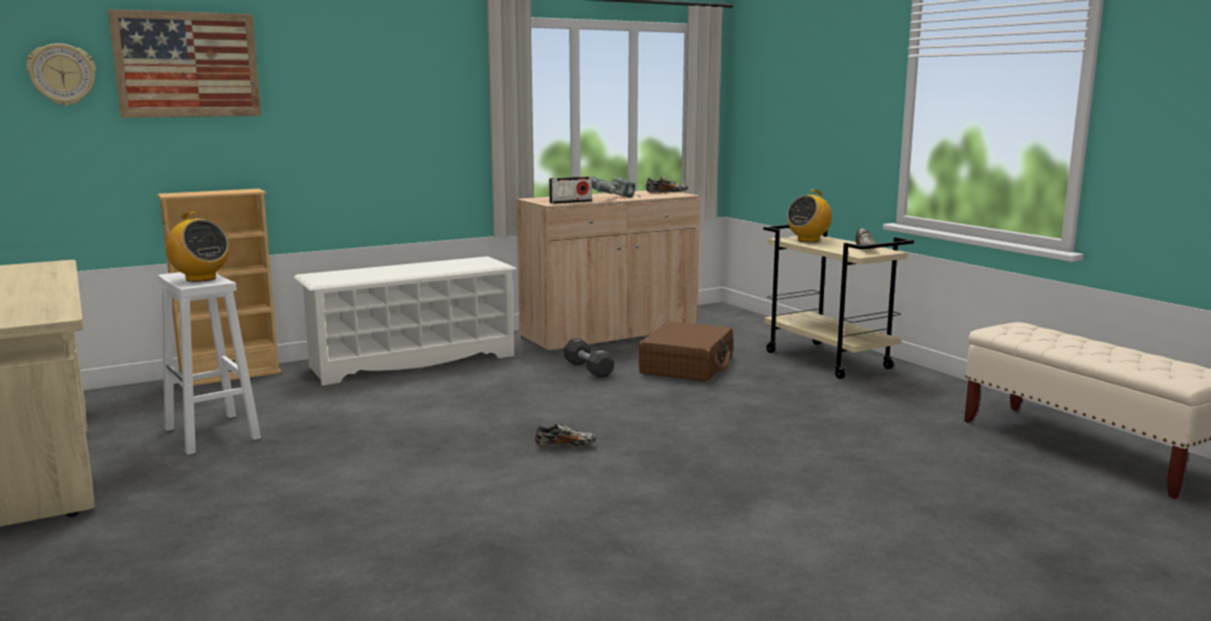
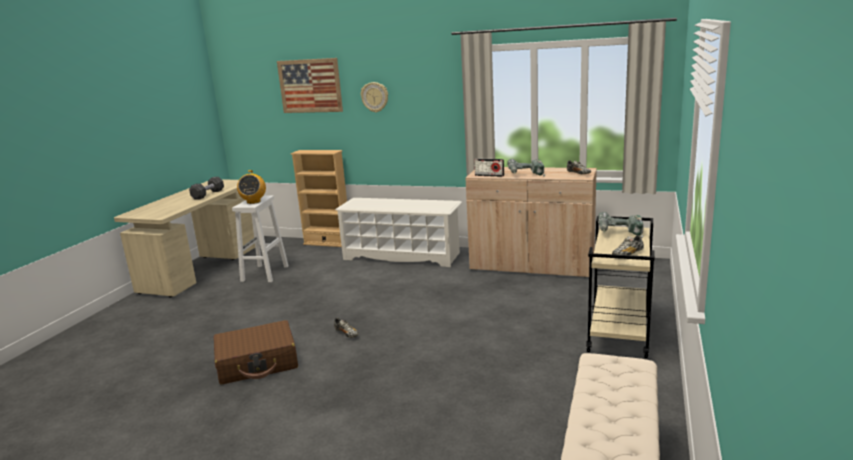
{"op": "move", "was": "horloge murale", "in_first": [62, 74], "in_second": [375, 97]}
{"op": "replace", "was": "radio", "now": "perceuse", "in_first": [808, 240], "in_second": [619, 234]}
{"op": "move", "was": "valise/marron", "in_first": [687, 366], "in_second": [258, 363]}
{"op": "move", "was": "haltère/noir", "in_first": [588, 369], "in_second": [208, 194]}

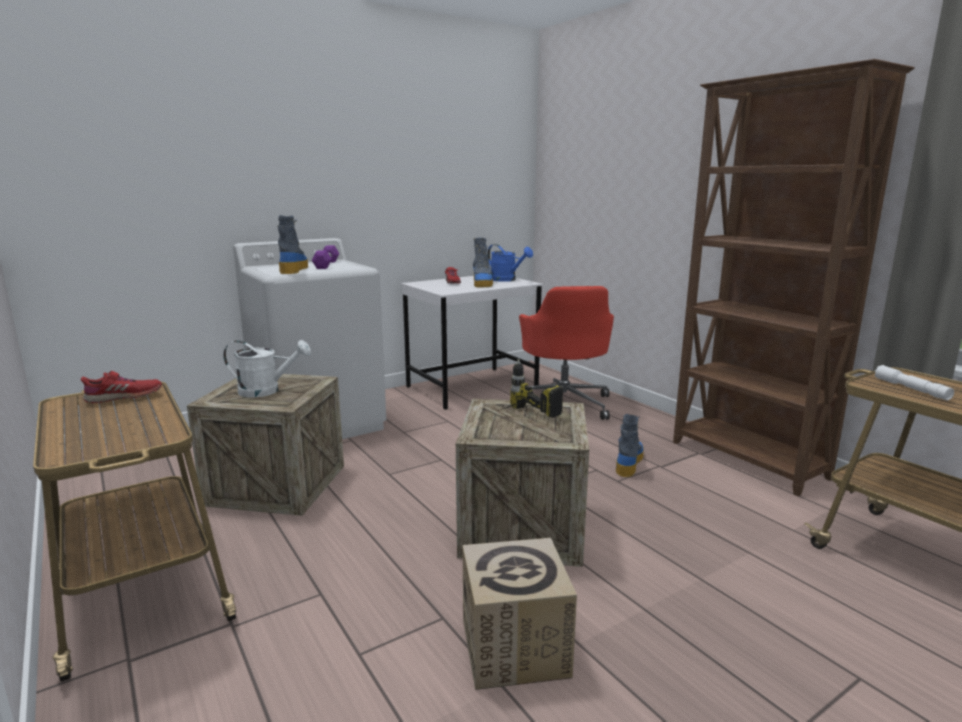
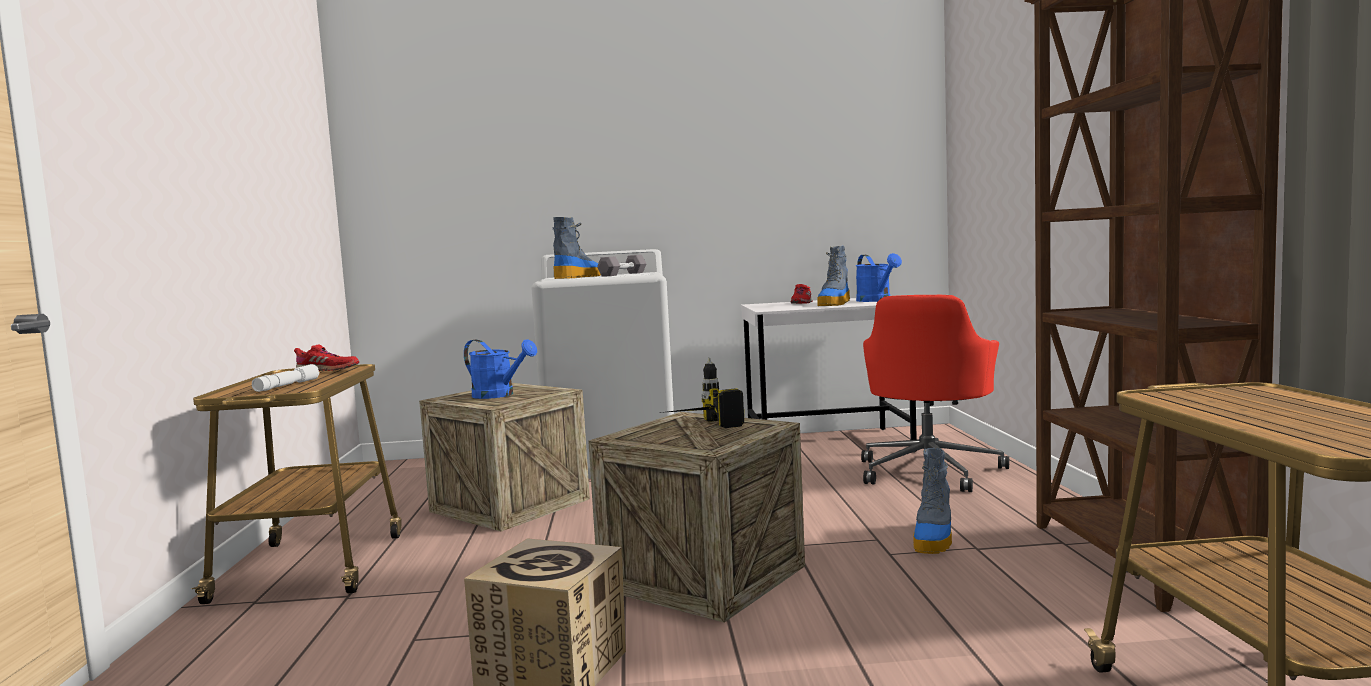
{"op": "recolor", "was": "haltère/violet", "now": "haltère/gris", "in_first": [326, 264], "in_second": [623, 274]}
{"op": "recolor", "was": "arrosoir/blanc", "now": "arrosoir/bleu", "in_first": [267, 391], "in_second": [499, 395]}
{"op": "move", "was": "lampe de poche/blanc", "in_first": [911, 389], "in_second": [287, 386]}
{"op": "rotate", "was": "botte", "in_first": [628, 462], "in_second": [934, 538], "clockwise": 150}

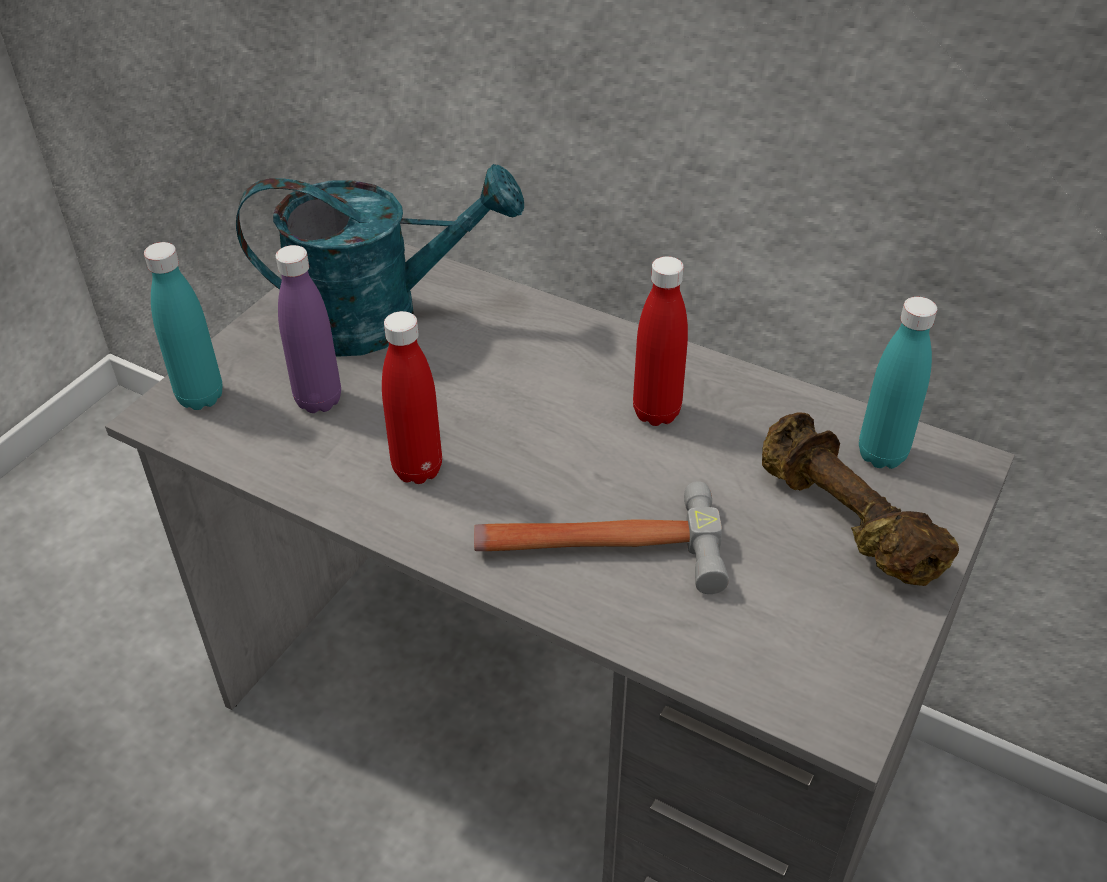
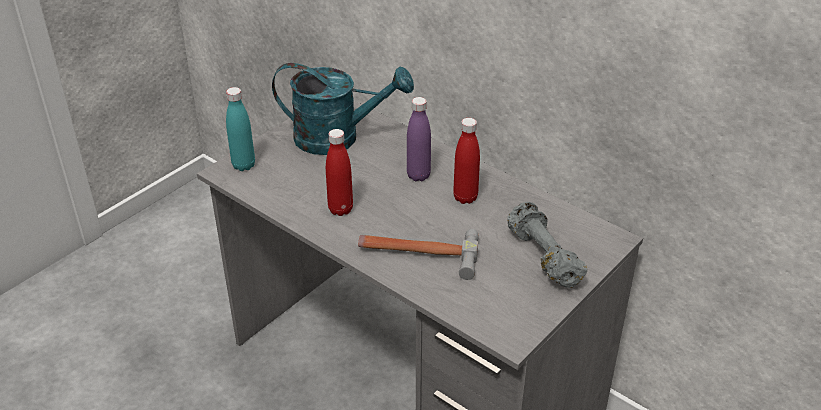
{"op": "move", "was": "bouteille/violet", "in_first": [318, 400], "in_second": [418, 175]}
{"op": "delete", "was": "bouteille/turquoise", "in_first": [881, 454]}
{"op": "recolor", "was": "haltère/marron", "now": "haltère/gris", "in_first": [842, 521], "in_second": [542, 257]}

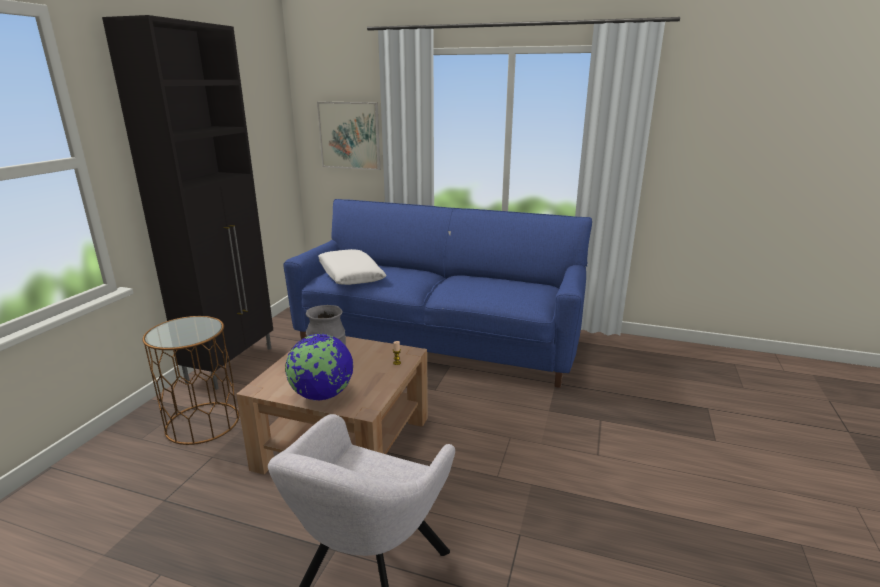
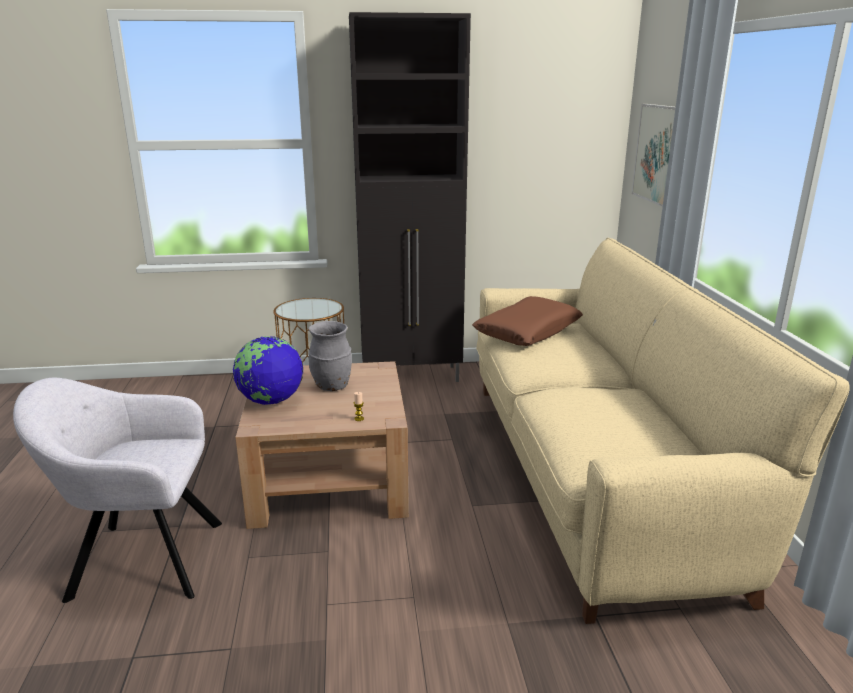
{"op": "recolor", "was": "canapé/bleu", "now": "canapé/beige", "in_first": [437, 342], "in_second": [589, 474]}
{"op": "recolor", "was": "coussin/blanc", "now": "coussin/marron", "in_first": [350, 275], "in_second": [527, 332]}

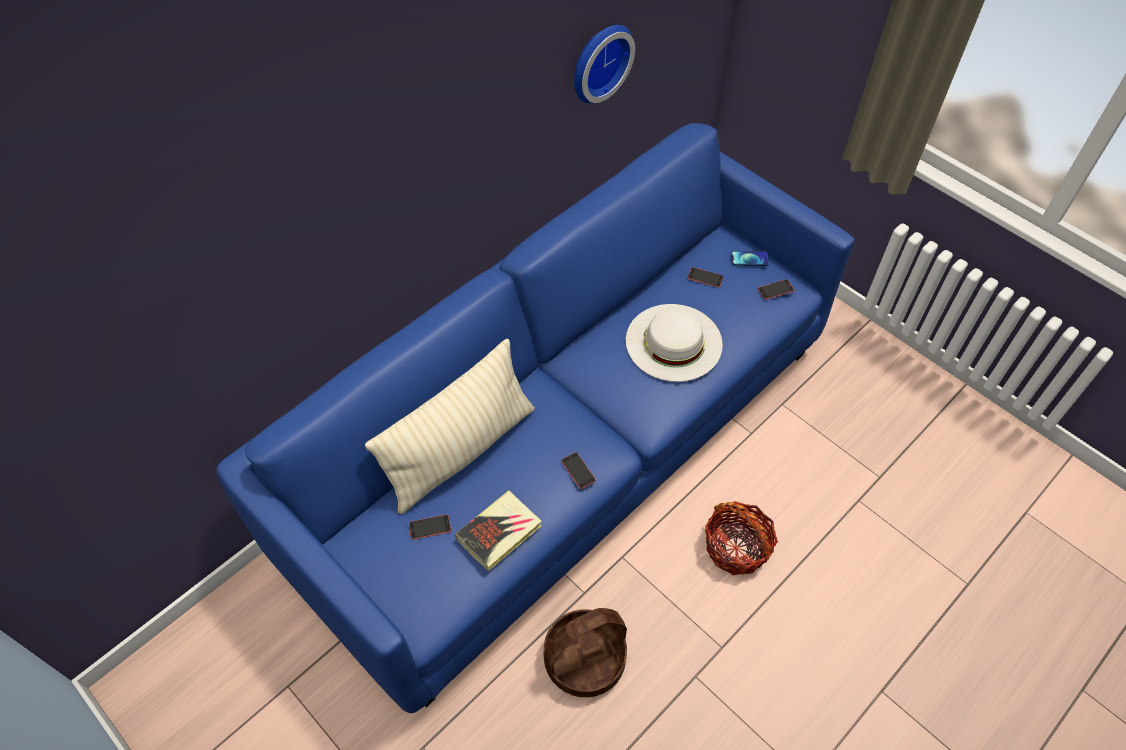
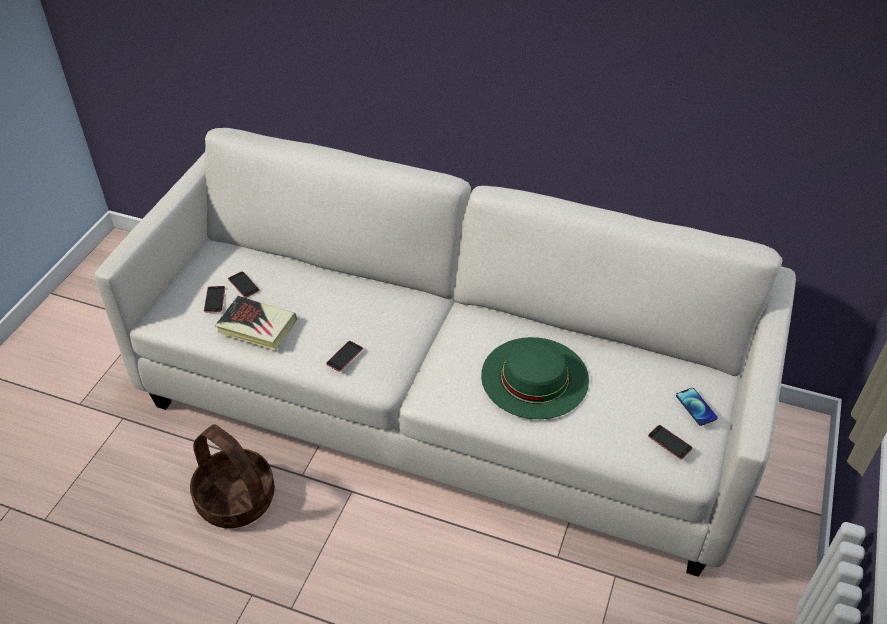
{"op": "delete", "was": "horloge murale", "in_first": [598, 61]}
{"op": "recolor", "was": "canapé/bleu", "now": "canapé/blanc", "in_first": [562, 447], "in_second": [444, 404]}
{"op": "move", "was": "téléphone", "in_first": [705, 277], "in_second": [214, 299]}
{"op": "recolor", "was": "chapeau/blanc", "now": "chapeau/vert", "in_first": [673, 342], "in_second": [534, 377]}
{"op": "delete", "was": "coussin/beige", "in_first": [460, 451]}
{"op": "delete", "was": "panier", "in_first": [736, 547]}

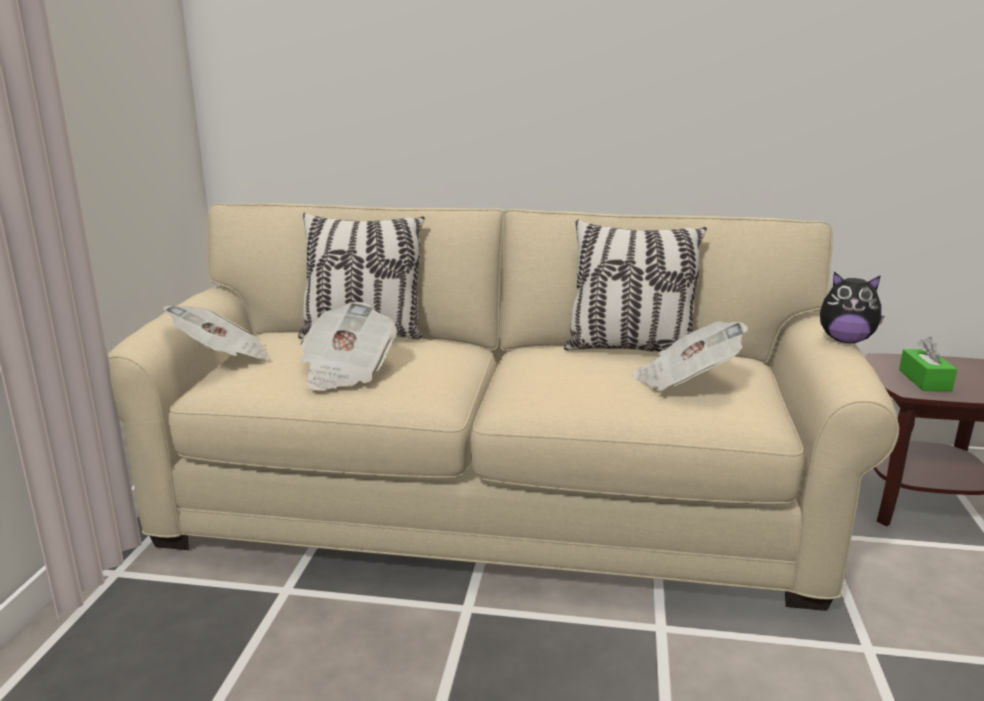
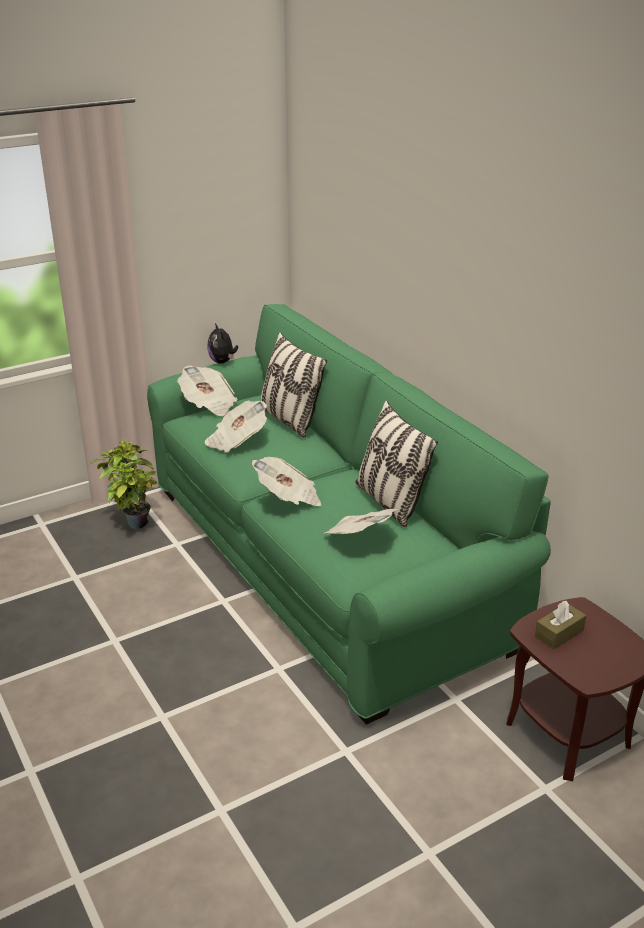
{"op": "recolor", "was": "canapé/beige", "now": "canapé/vert", "in_first": [492, 505], "in_second": [322, 563]}
{"op": "move", "was": "peluche", "in_first": [845, 340], "in_second": [223, 362]}
{"op": "recolor", "was": "boîte à mouchoirs/vert", "now": "boîte à mouchoirs/marron", "in_first": [924, 380], "in_second": [559, 633]}
{"op": "insert", "now": "plante en pot", "in_second": [132, 522]}
{"op": "insert", "now": "journal", "in_second": [288, 498]}

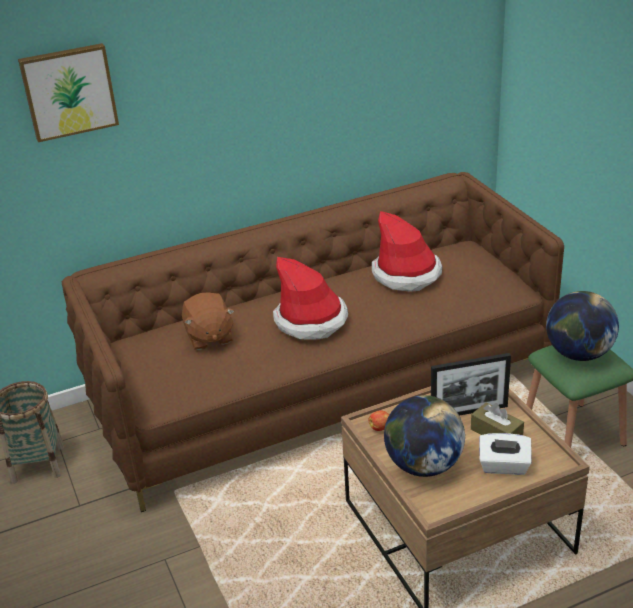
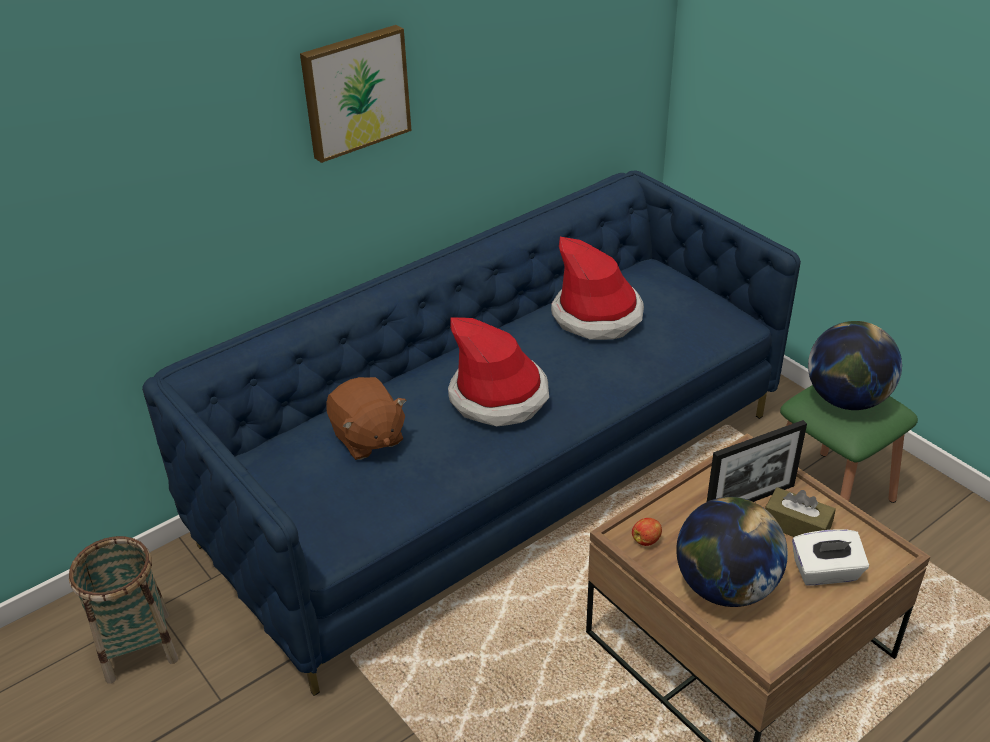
{"op": "move", "was": "tableau", "in_first": [69, 91], "in_second": [354, 91]}
{"op": "recolor", "was": "canapé/marron", "now": "canapé/bleu", "in_first": [322, 388], "in_second": [497, 475]}

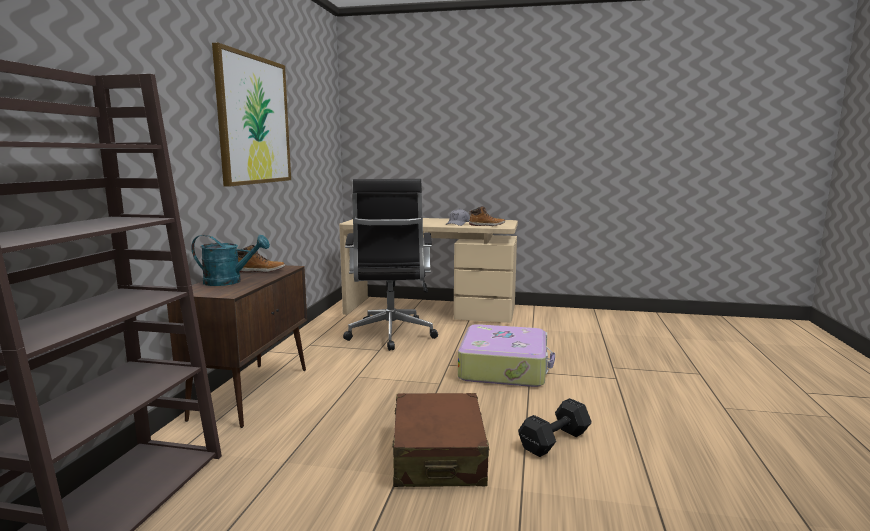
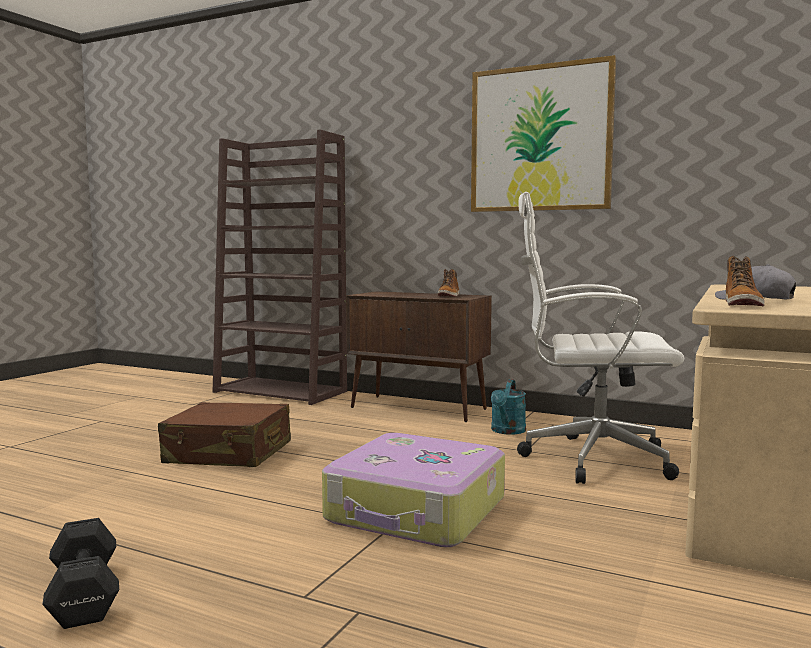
{"op": "recolor", "was": "chaise de bureau/noir", "now": "chaise de bureau/blanc", "in_first": [391, 336], "in_second": [589, 459]}
{"op": "move", "was": "arrosoir/turquoise", "in_first": [229, 282], "in_second": [507, 431]}
{"op": "move", "was": "haltère/noir", "in_first": [556, 440], "in_second": [83, 596]}

